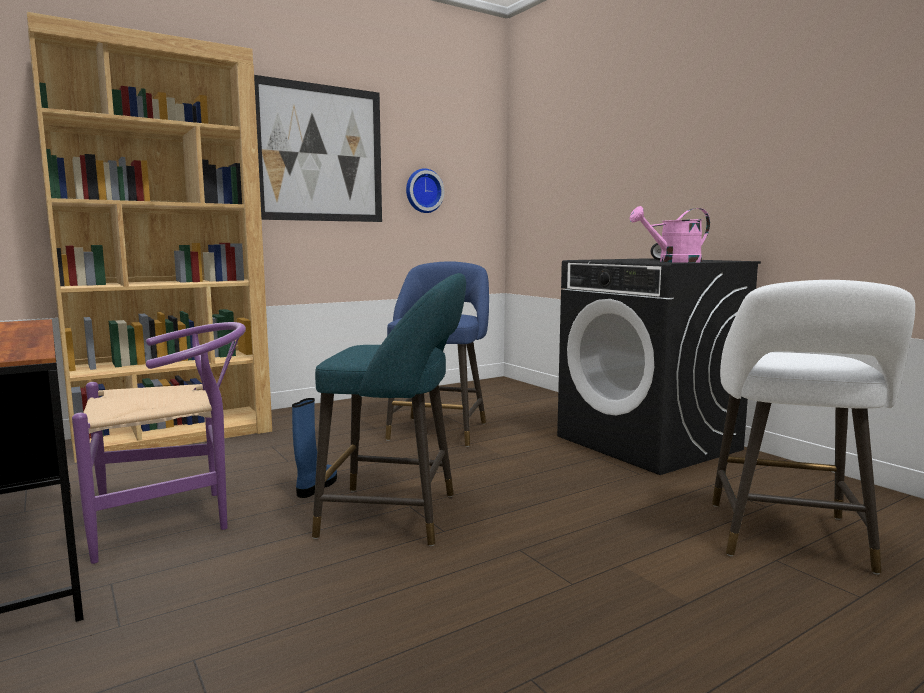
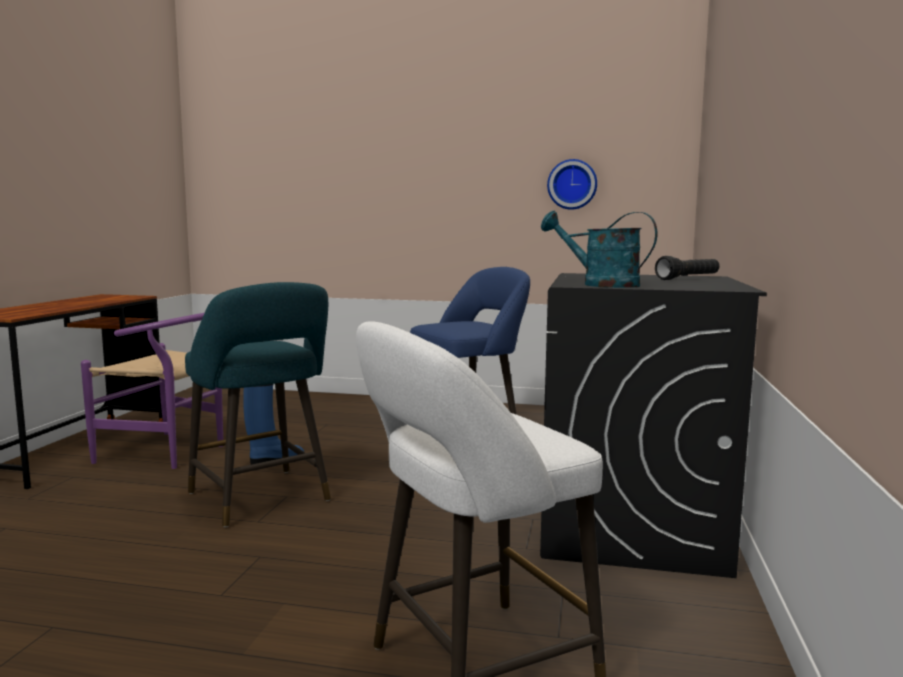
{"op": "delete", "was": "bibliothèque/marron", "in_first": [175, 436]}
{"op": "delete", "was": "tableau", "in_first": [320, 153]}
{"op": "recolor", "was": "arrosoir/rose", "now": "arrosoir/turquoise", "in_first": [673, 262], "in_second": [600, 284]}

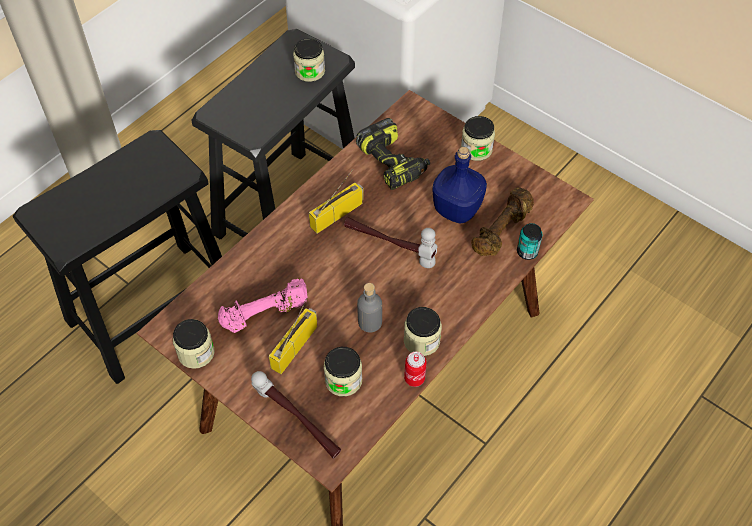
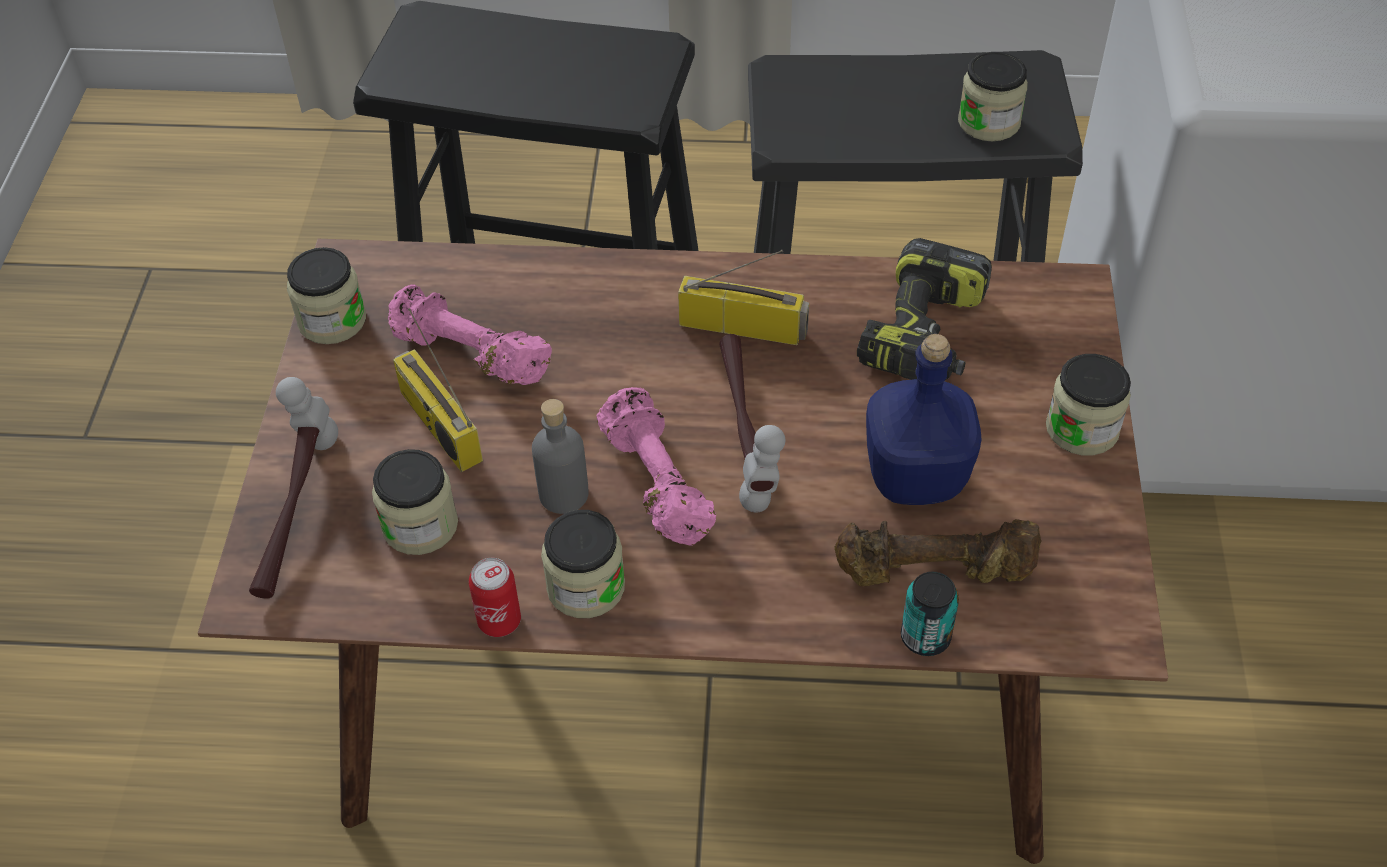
{"op": "rotate", "was": "radio", "in_first": [294, 345], "in_second": [437, 425], "clockwise": -120}
{"op": "insert", "now": "haltère/rose", "in_second": [654, 483]}

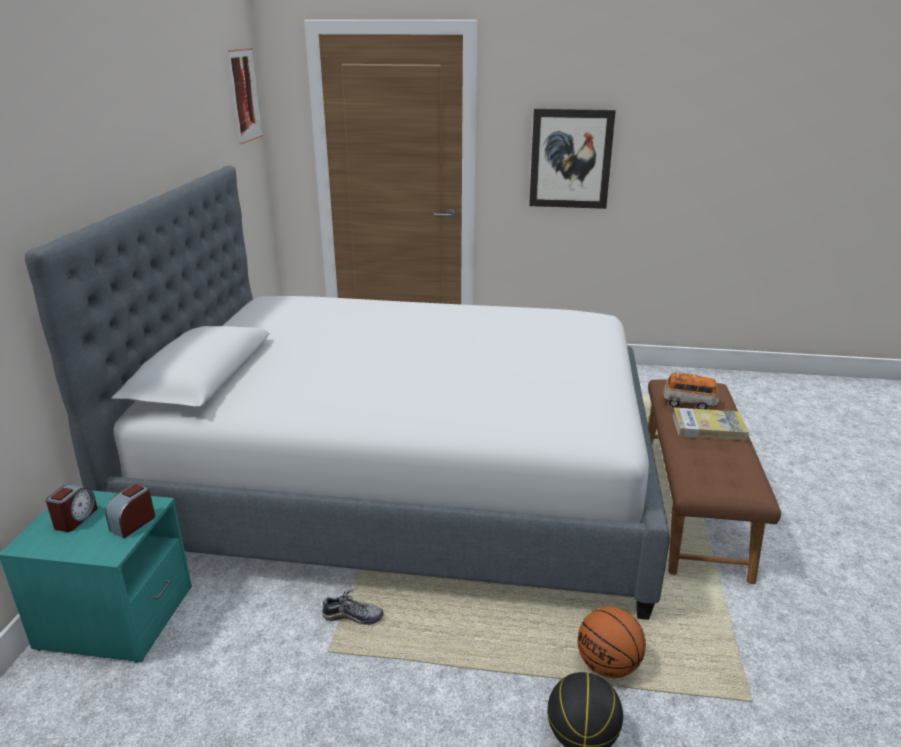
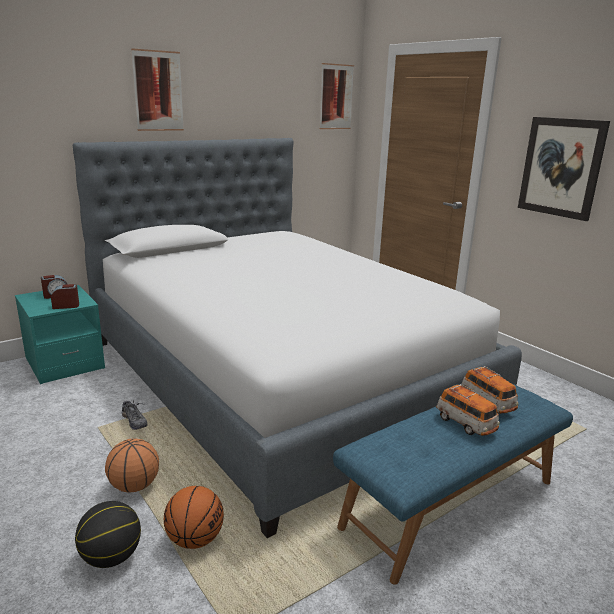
{"op": "recolor", "was": "banc/marron", "now": "banc/bleu", "in_first": [691, 504], "in_second": [449, 503]}
{"op": "replace", "was": "livre", "now": "petite voiture", "in_first": [708, 427], "in_second": [465, 424]}
{"op": "insert", "now": "tableau", "in_second": [158, 91]}
{"op": "insert", "now": "ballon de basket", "in_second": [134, 486]}

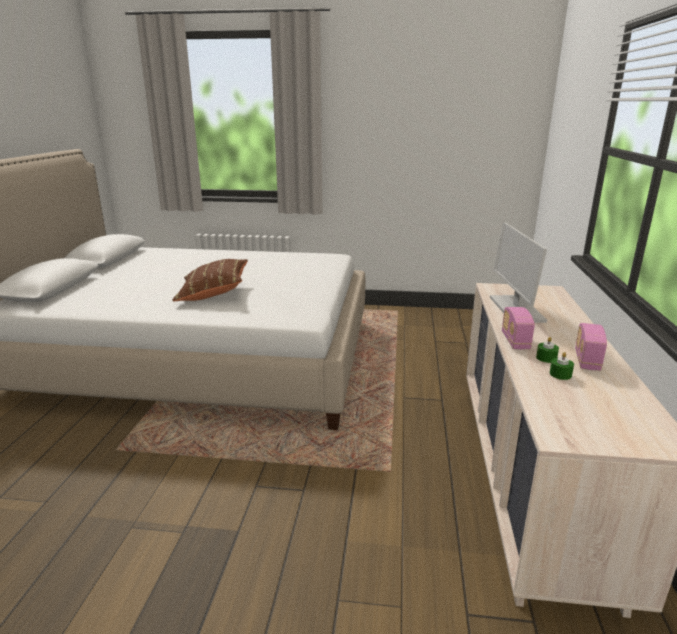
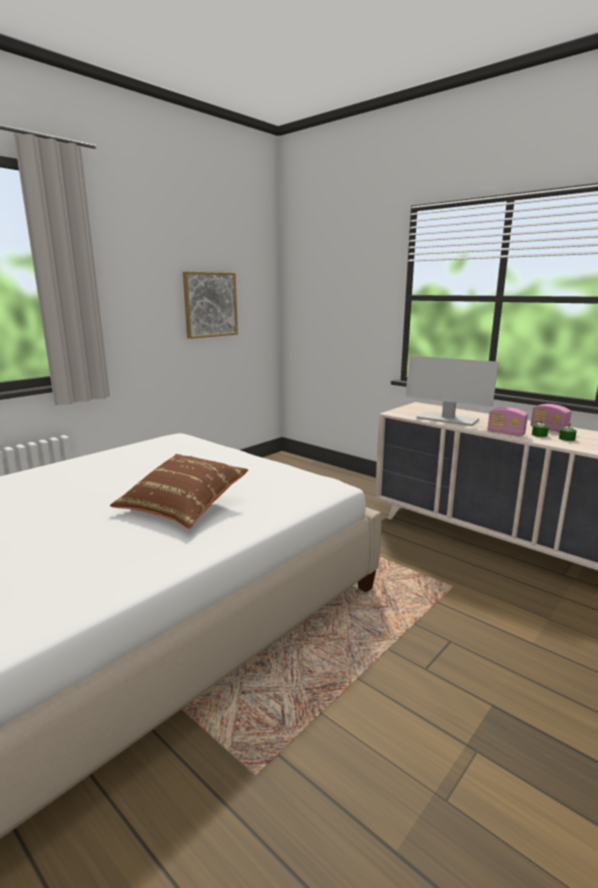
{"op": "insert", "now": "tableau", "in_second": [210, 304]}

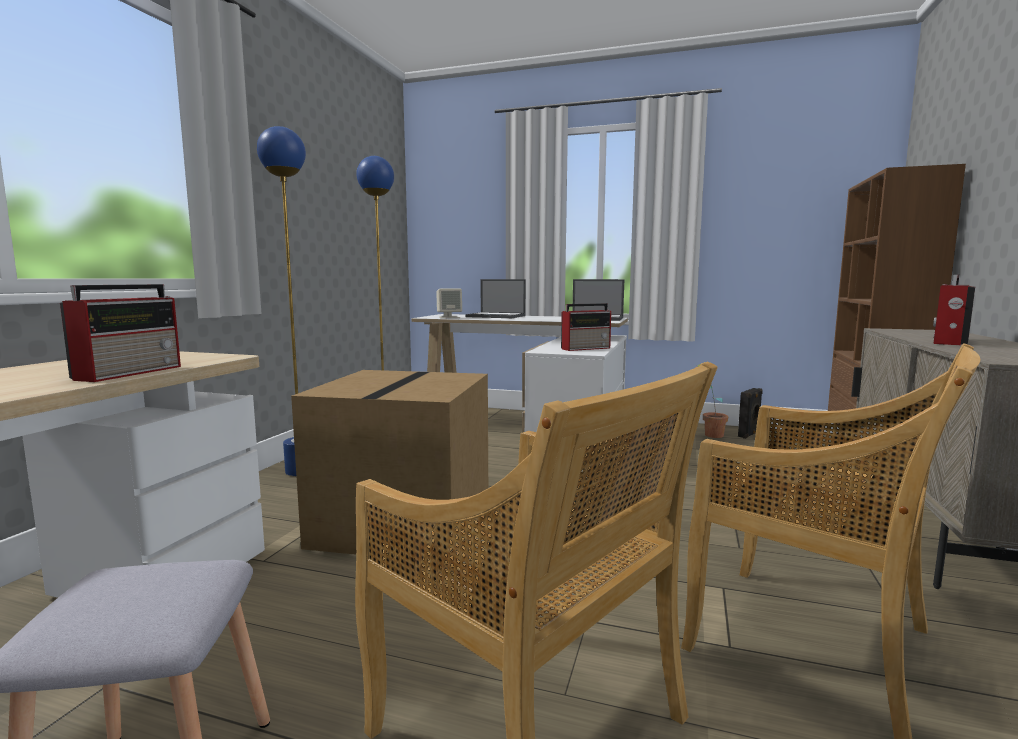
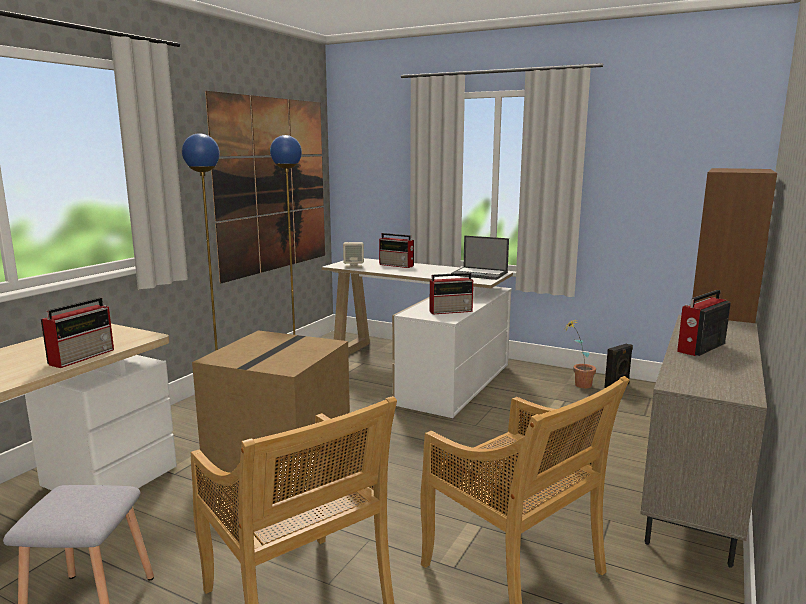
{"op": "replace", "was": "ordinateur portable", "now": "radio", "in_first": [496, 316], "in_second": [397, 265]}
{"op": "insert", "now": "tableau", "in_second": [273, 185]}

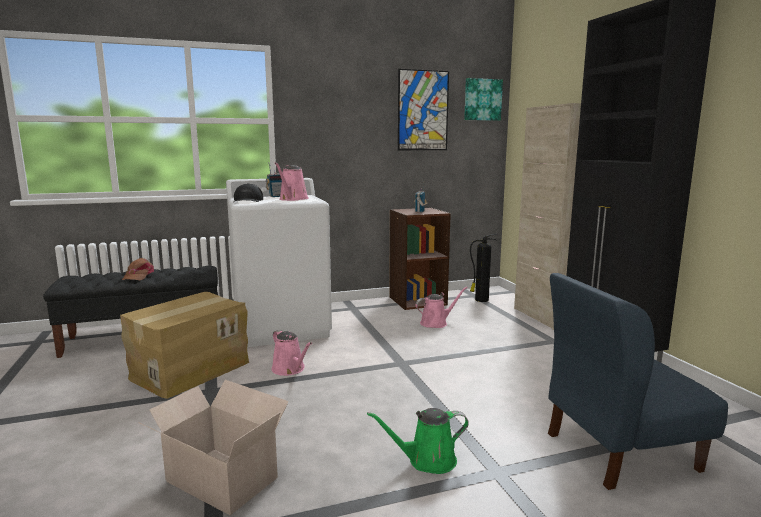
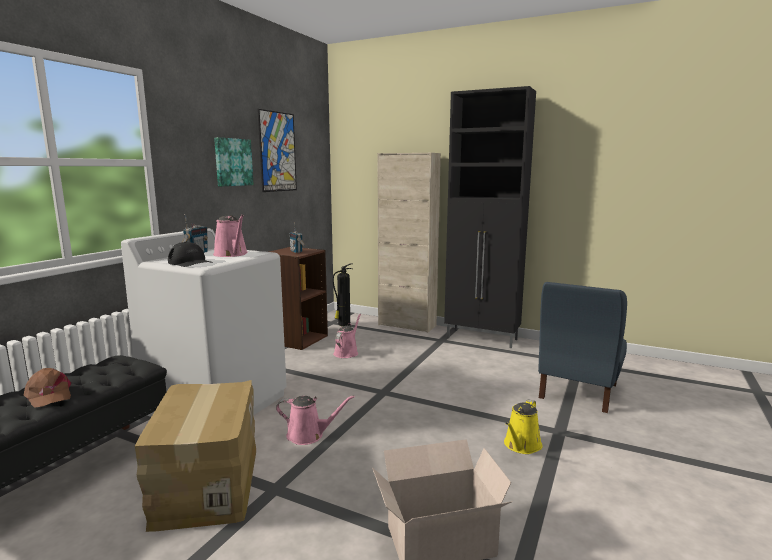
{"op": "move", "was": "tableau", "in_first": [482, 100], "in_second": [232, 162]}
{"op": "recolor", "was": "arrosoir/vert", "now": "arrosoir/jaune", "in_first": [427, 461], "in_second": [521, 446]}

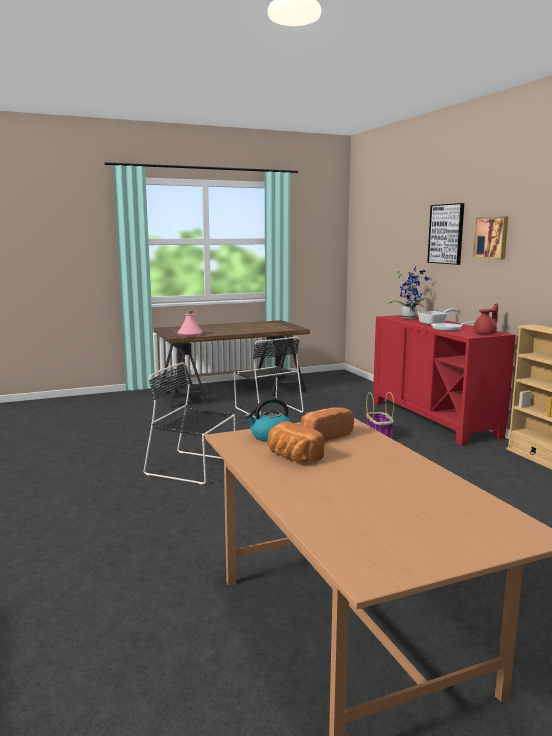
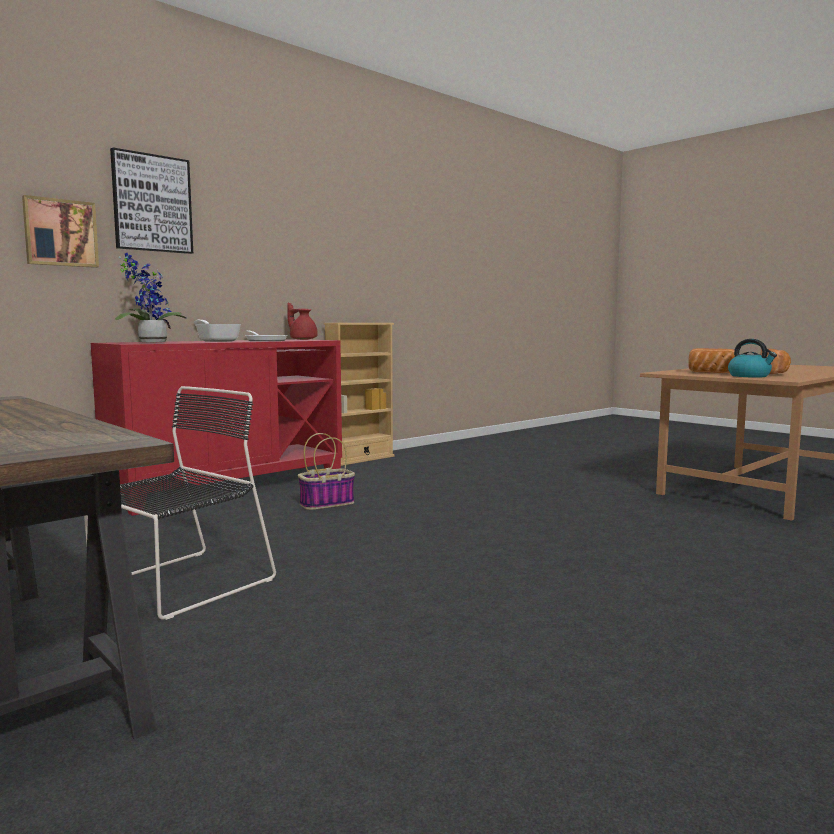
{"op": "move", "was": "tableau", "in_first": [491, 238], "in_second": [60, 233]}
{"op": "delete", "was": "bouteille/rose", "in_first": [190, 335]}
{"op": "delete", "was": "chaise/noir", "in_first": [193, 467]}

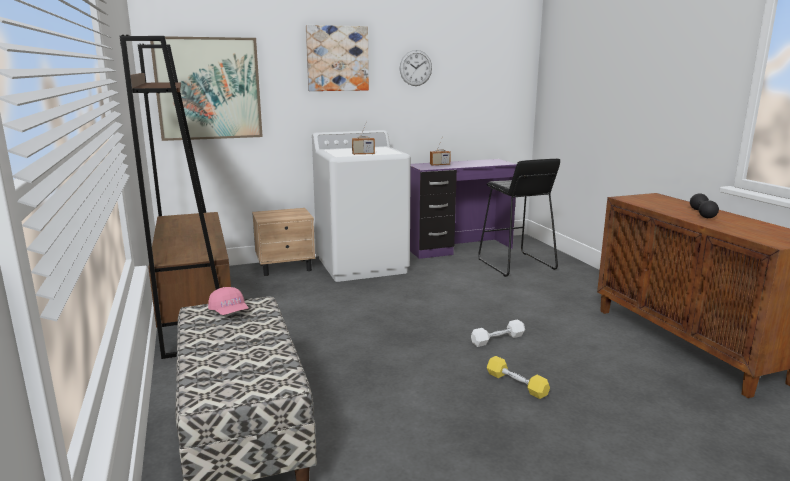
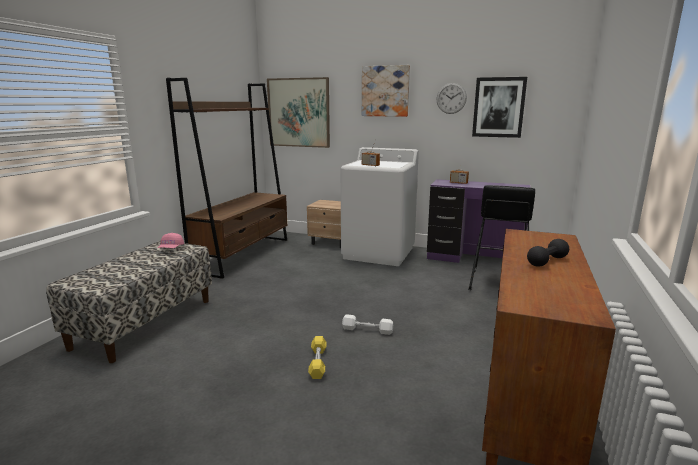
{"op": "insert", "now": "tableau", "in_second": [498, 107]}

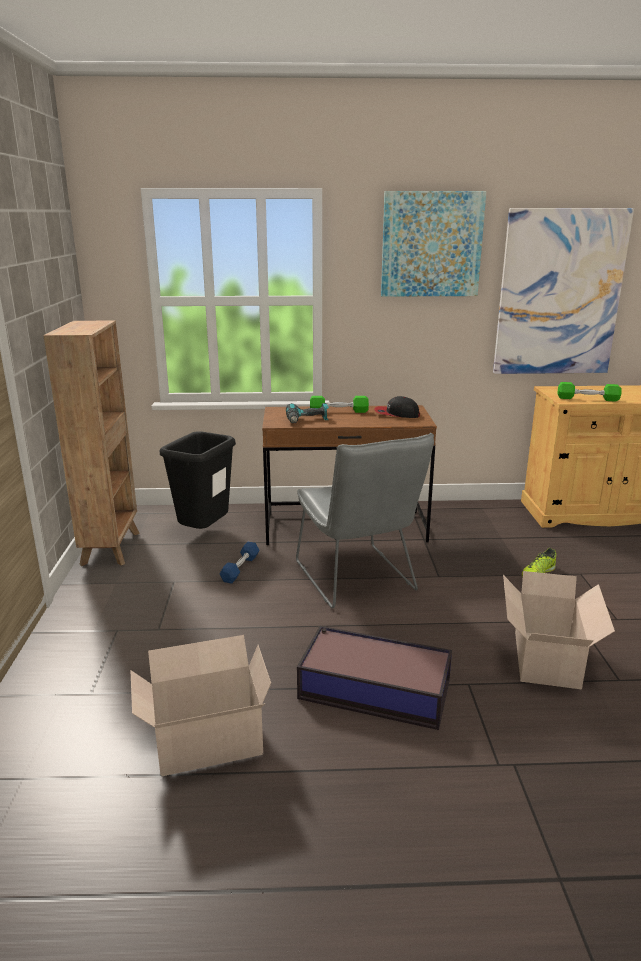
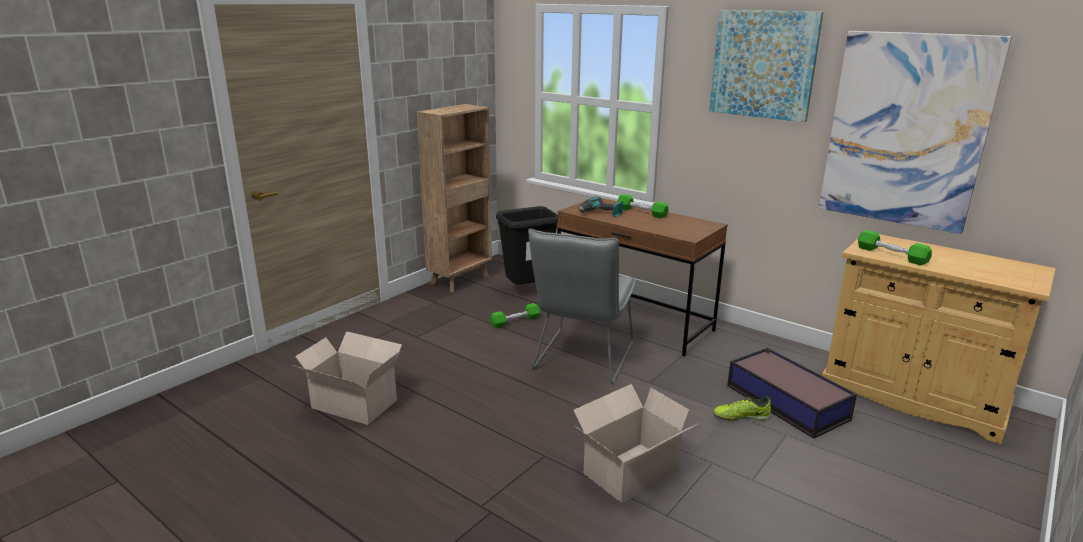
{"op": "delete", "was": "casquette", "in_first": [396, 414]}
{"op": "recolor", "was": "haltère/bleu", "now": "haltère/vert", "in_first": [240, 568], "in_second": [515, 321]}
{"op": "move", "was": "boîte de rangement", "in_first": [372, 689], "in_second": [785, 401]}

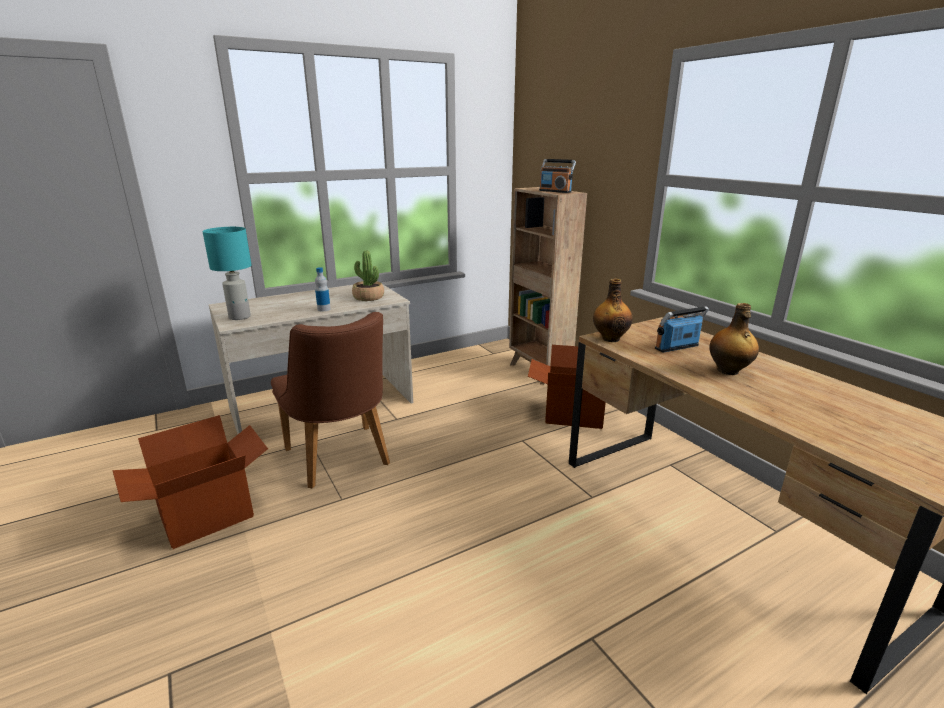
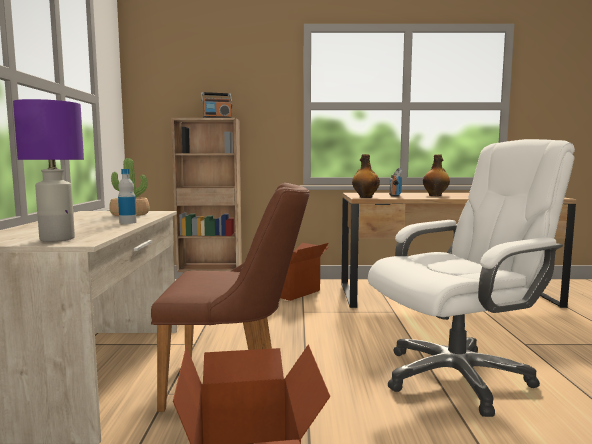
{"op": "recolor", "was": "lampe de table/turquoise", "now": "lampe de table/violet", "in_first": [240, 317], "in_second": [56, 239]}
{"op": "insert", "now": "chaise de bureau/blanc", "in_second": [456, 377]}

